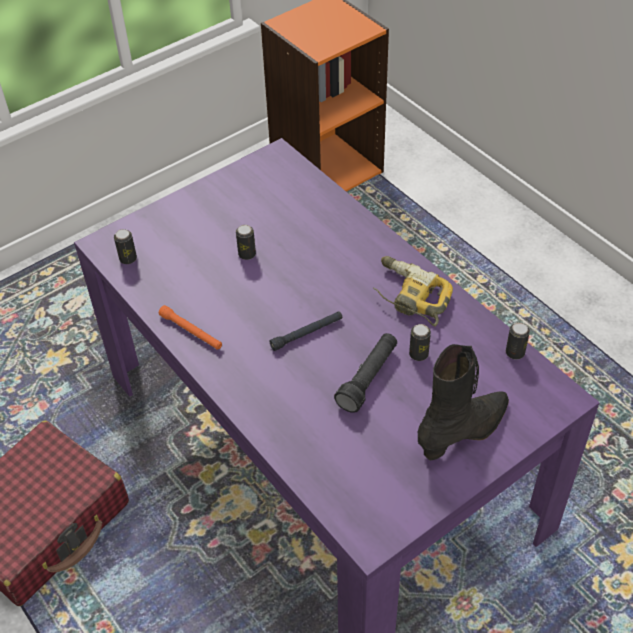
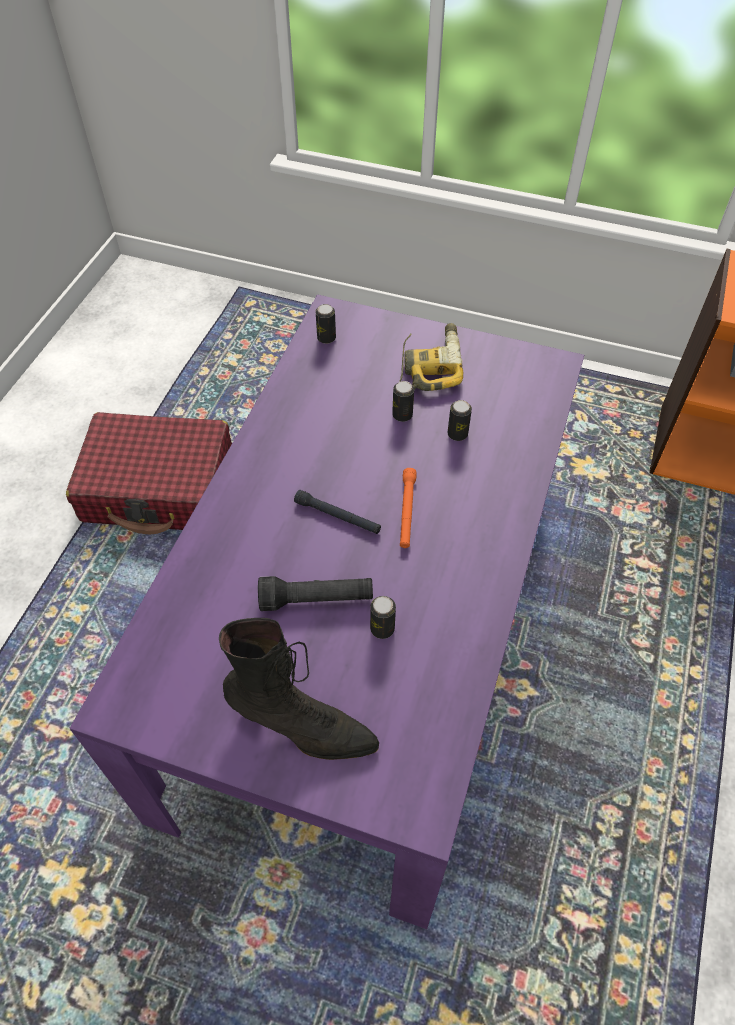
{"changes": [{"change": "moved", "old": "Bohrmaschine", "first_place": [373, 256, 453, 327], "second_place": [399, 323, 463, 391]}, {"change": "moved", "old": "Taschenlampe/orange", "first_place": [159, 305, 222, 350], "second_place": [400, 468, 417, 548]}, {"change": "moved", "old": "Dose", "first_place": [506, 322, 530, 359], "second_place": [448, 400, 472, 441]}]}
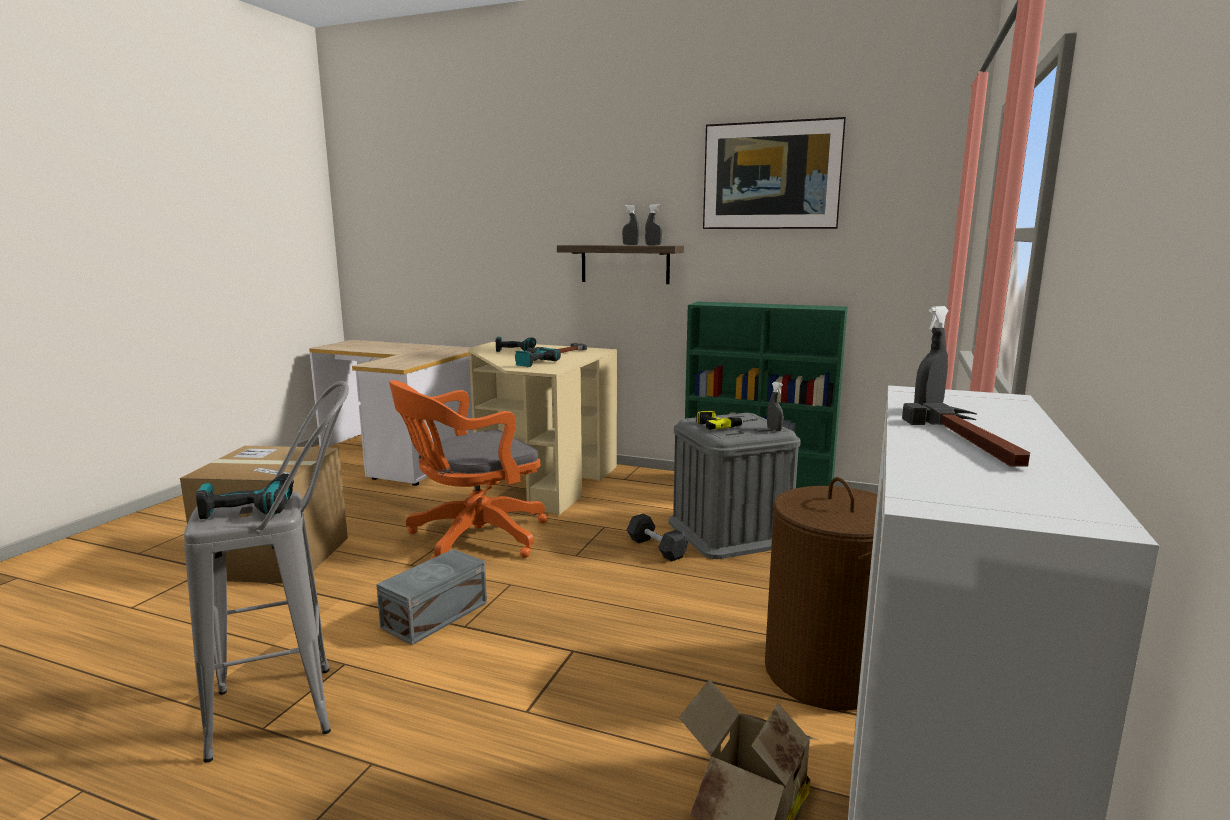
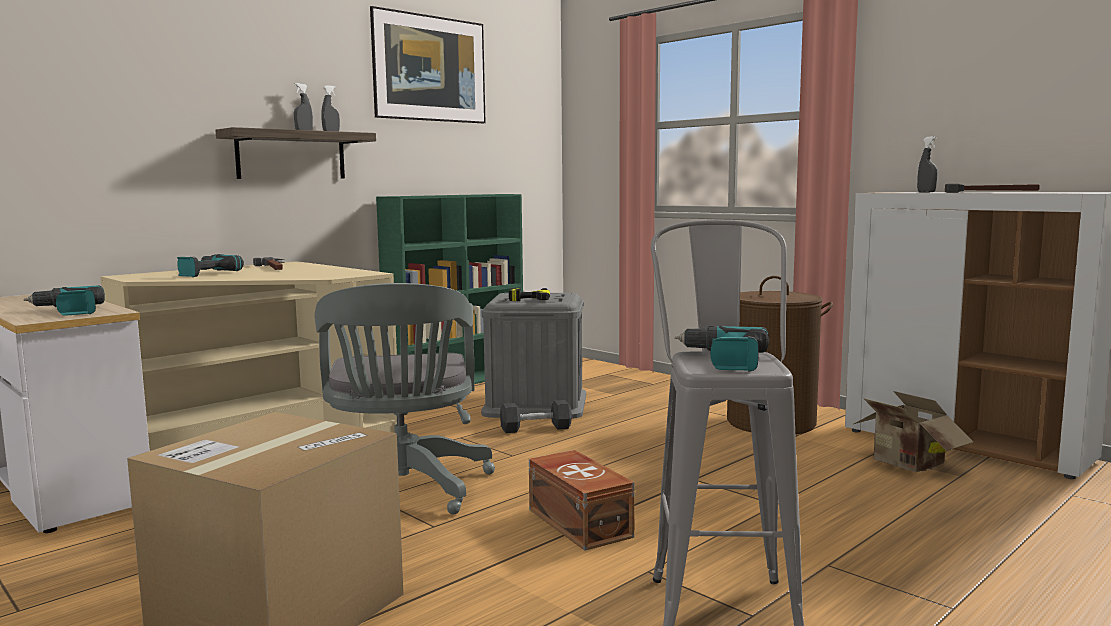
{"changes": [{"change": "moved", "old": "Bohrmaschine", "first_place": [515, 347, 561, 367], "second_place": [24, 285, 105, 316]}, {"change": "recoloured", "old": "Bürostuhl/orange", "new": "Bürostuhl/grau", "first_place": [389, 380, 547, 559], "second_place": [315, 283, 495, 515]}, {"change": "recoloured", "old": "Aufbewahrungsbox/grau", "new": "Aufbewahrungsbox/braun", "first_place": [376, 549, 487, 645], "second_place": [529, 450, 635, 551]}, {"change": "removed", "old": "Sprühflasche/grau", "first_place": [767, 382, 783, 431]}]}
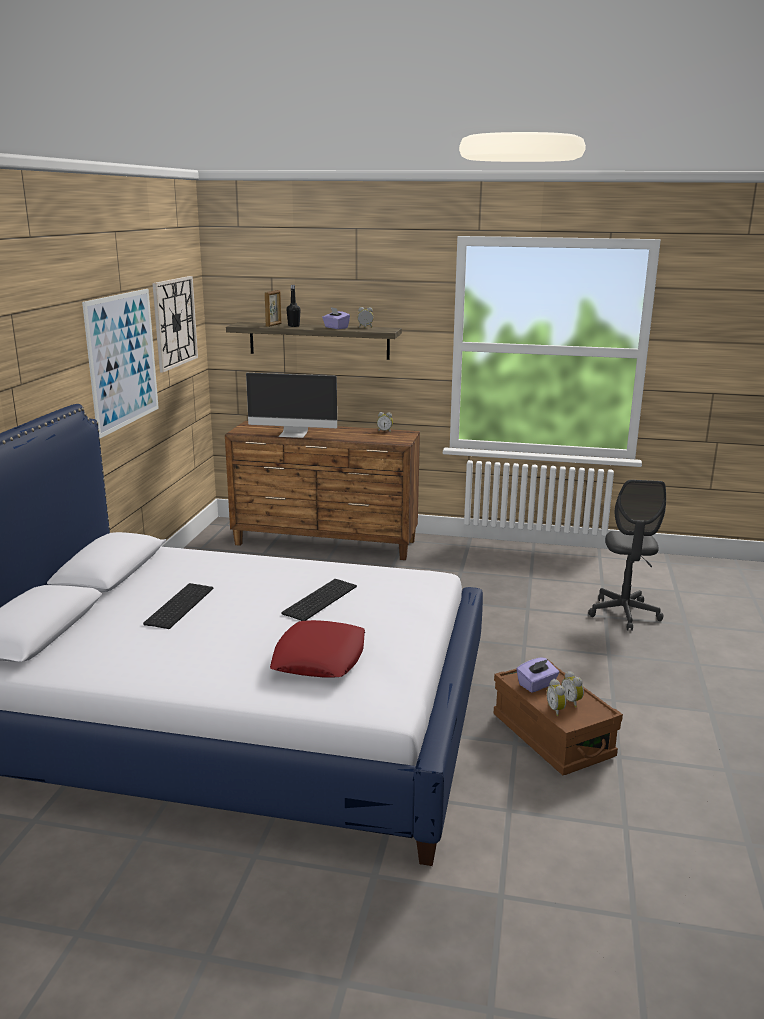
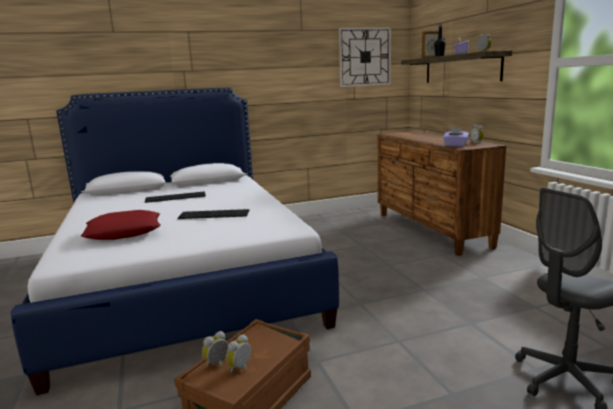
{"changes": [{"change": "moved", "old": "Taschentuchbox/lila", "first_place": [516, 658, 559, 693], "second_place": [443, 128, 469, 147]}, {"change": "removed", "old": "Bild", "first_place": [82, 289, 159, 438]}, {"change": "removed", "old": "Monitor", "first_place": [246, 373, 337, 438]}]}
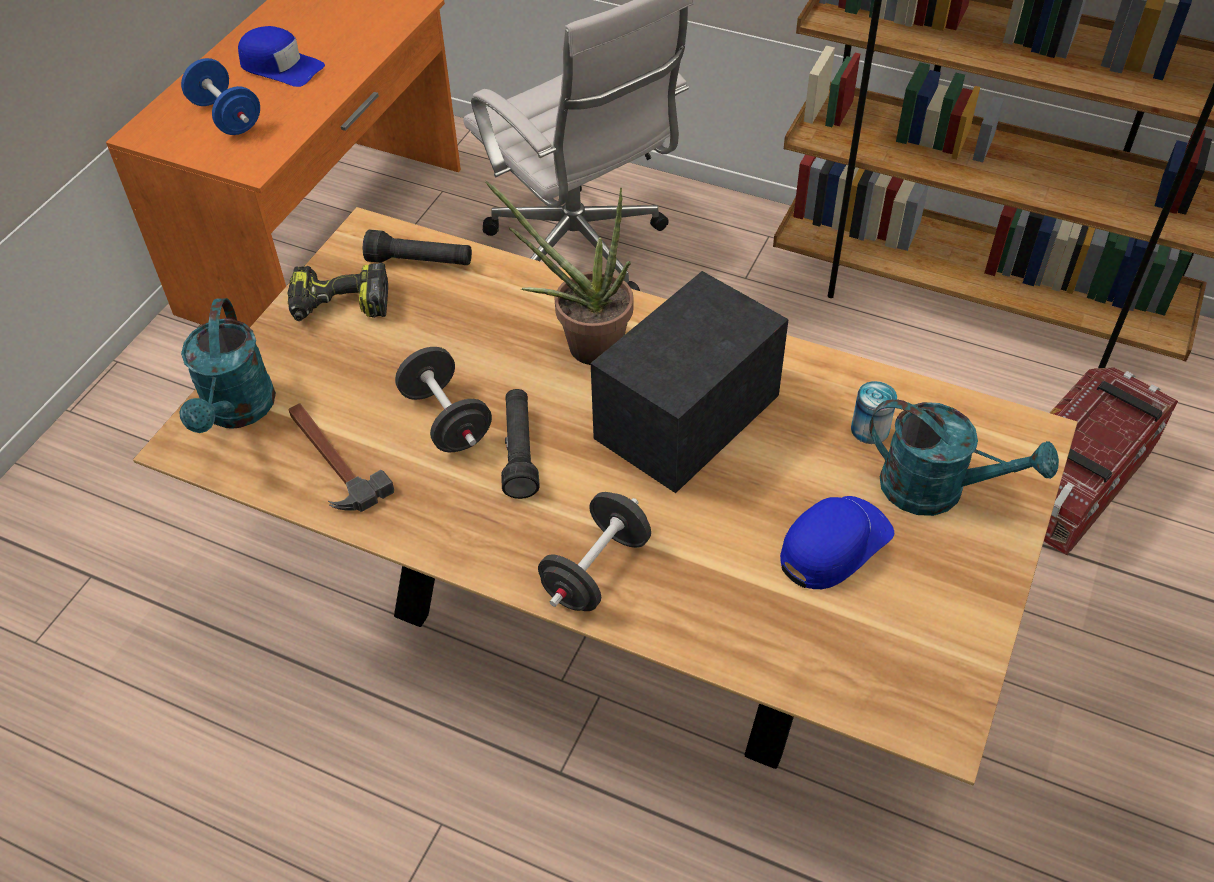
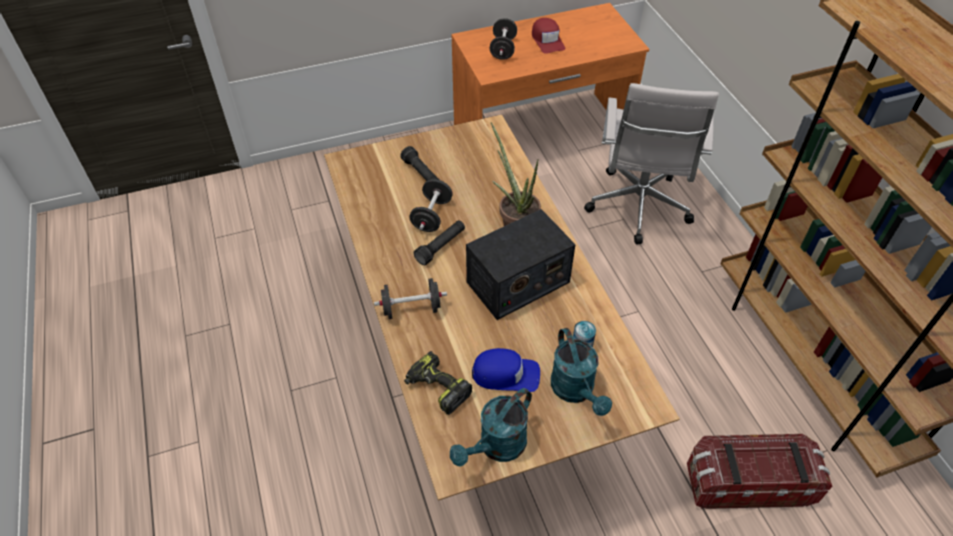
{"changes": [{"change": "moved", "old": "Taschenlampe/schwarz", "first_place": [363, 230, 472, 265], "second_place": [400, 146, 439, 181]}, {"change": "moved", "old": "Bohrmaschine", "first_place": [288, 263, 388, 321], "second_place": [404, 351, 472, 415]}, {"change": "moved", "old": "Gießkanne/türkis", "first_place": [180, 298, 276, 433], "second_place": [450, 388, 532, 467]}, {"change": "turned", "old": "Radio", "first_place": [591, 271, 789, 493], "second_place": [466, 209, 576, 320], "degrees": 150}, {"change": "recoloured", "old": "Hantel/blau", "new": "Hantel/schwarz", "first_place": [181, 58, 260, 135], "second_place": [490, 18, 517, 60]}, {"change": "recoloured", "old": "Kappe/blau", "new": "Kappe/rot", "first_place": [238, 26, 325, 87], "second_place": [532, 18, 565, 54]}, {"change": "removed", "old": "Hammer", "first_place": [288, 403, 394, 512]}]}
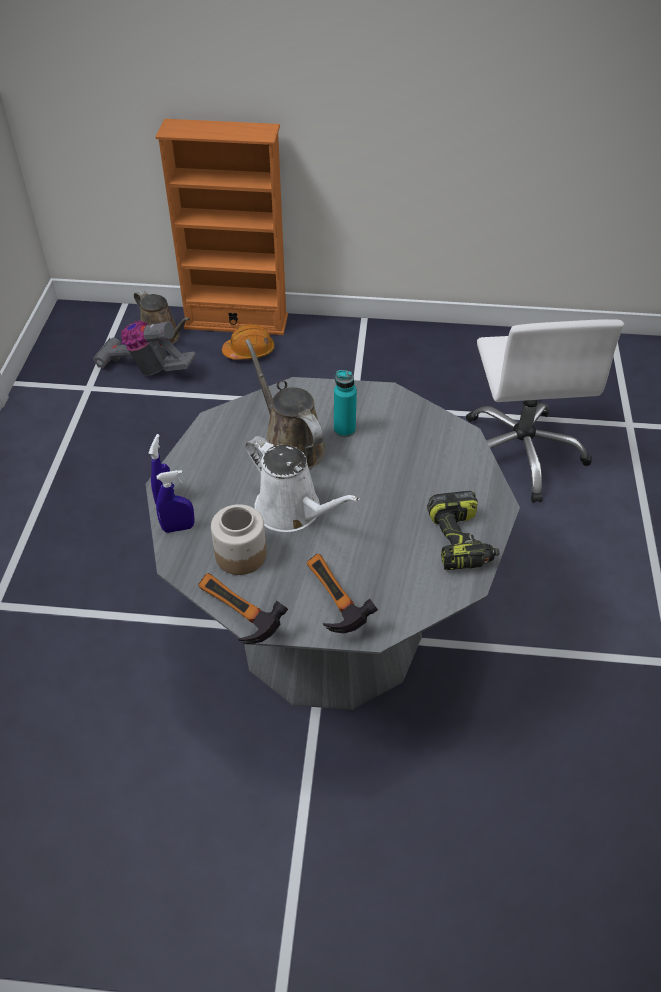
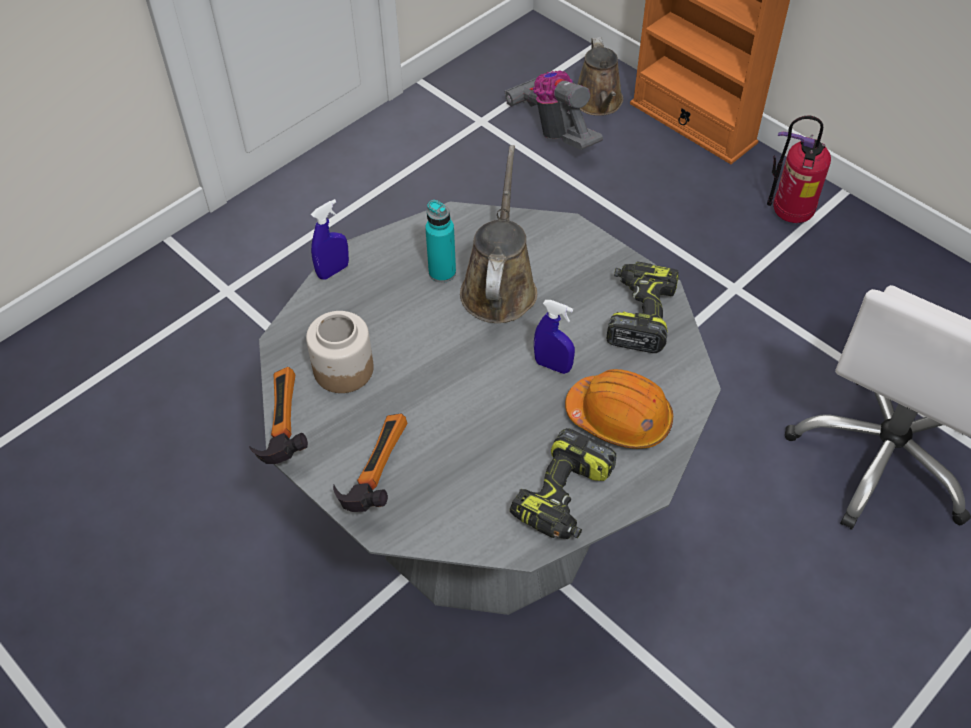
{"changes": [{"change": "moved", "old": "Flasche/türkis", "first_place": [334, 370, 357, 437], "second_place": [425, 200, 456, 283]}, {"change": "moved", "old": "Sprühflasche/blau", "first_place": [156, 470, 195, 533], "second_place": [534, 300, 575, 374]}, {"change": "moved", "old": "Schutzhelm/orange", "first_place": [222, 324, 275, 360], "second_place": [565, 369, 673, 449]}, {"change": "added", "new": "Bohrmaschine", "second_place": [606, 261, 679, 353]}, {"change": "added", "new": "Feuerlöscher", "second_place": [767, 115, 831, 223]}, {"change": "removed", "old": "Gießkanne/weiß", "first_place": [246, 436, 360, 532]}]}
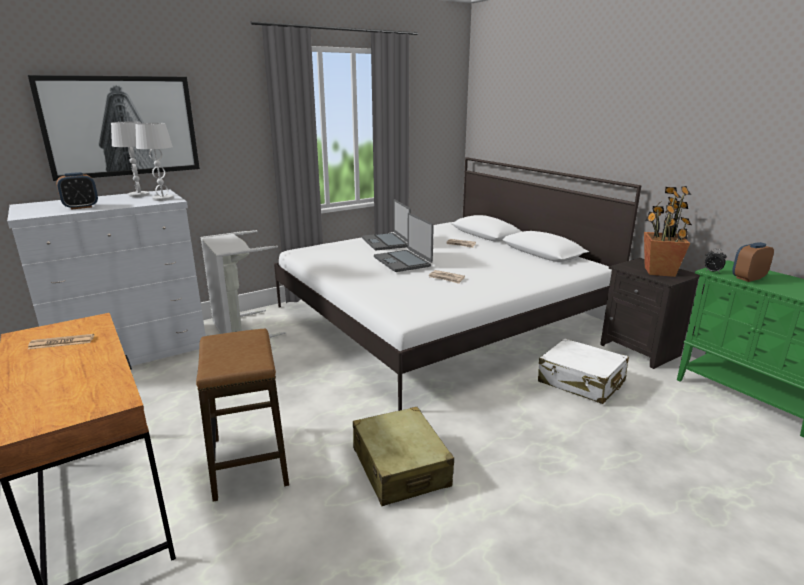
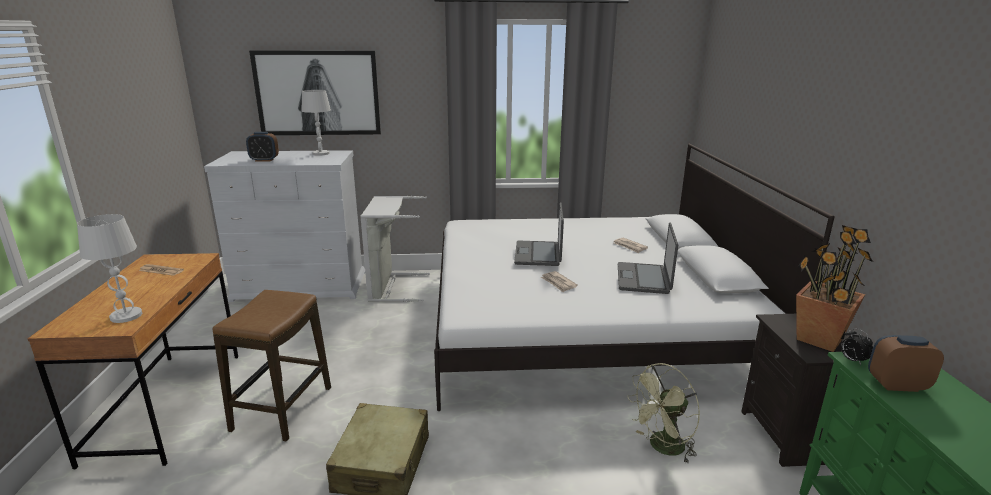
{"changes": [{"change": "moved", "old": "Tischlampe/weiß", "first_place": [136, 123, 174, 201], "second_place": [77, 214, 142, 323]}, {"change": "moved", "old": "Laptop", "first_place": [362, 199, 411, 250], "second_place": [618, 222, 678, 294]}, {"change": "replaced", "old": "Koffer/weiß", "new": "Ventilator/grün", "first_place": [538, 338, 629, 404], "second_place": [627, 363, 700, 464]}]}
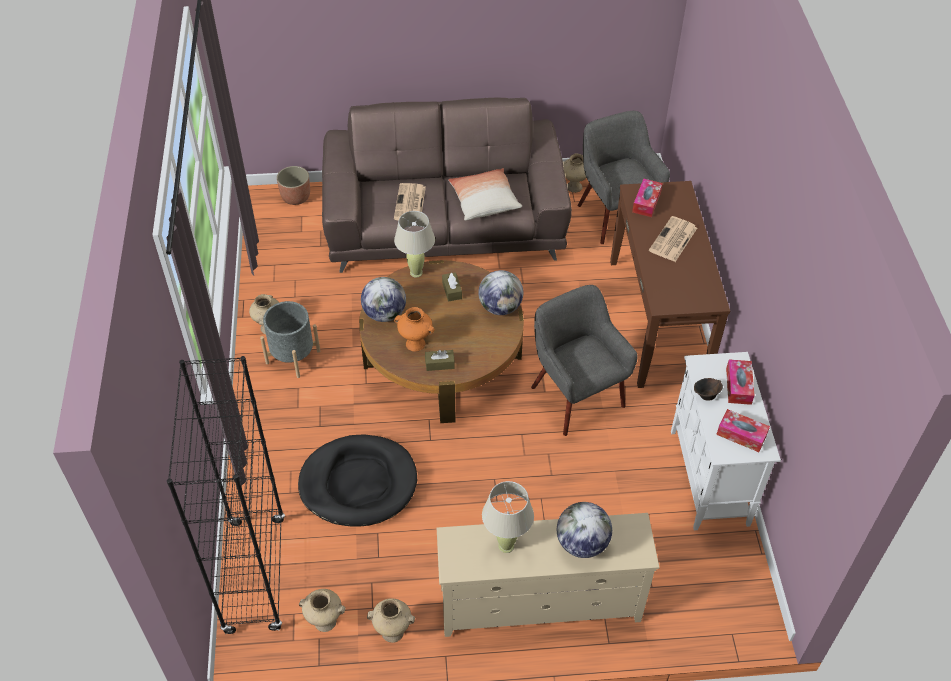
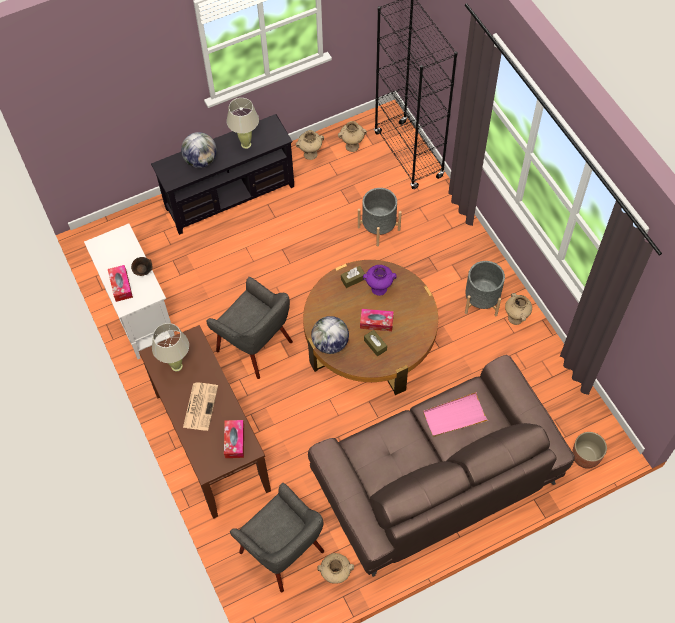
{"changes": [{"change": "recoloured", "old": "Fernsehschrank/beige", "new": "Fernsehschrank/schwarz", "first_place": [437, 513, 660, 637], "second_place": [151, 114, 294, 235]}, {"change": "moved", "old": "Tischlampe/beige", "first_place": [394, 211, 435, 278], "second_place": [152, 323, 189, 371]}, {"change": "replaced", "old": "Hundebett/schwarz", "new": "Pflanzkübel/grau", "first_place": [298, 434, 417, 526], "second_place": [358, 188, 402, 247]}, {"change": "moved", "old": "Taschentuchbox", "first_place": [716, 409, 770, 452], "second_place": [360, 309, 394, 331]}, {"change": "recoloured", "old": "Vase/orange", "new": "Vase/lila", "first_place": [394, 307, 435, 352], "second_place": [363, 265, 397, 296]}, {"change": "replaced", "old": "Zeitung", "new": "Tablett/rosa", "first_place": [394, 183, 426, 220], "second_place": [423, 392, 489, 437]}, {"change": "removed", "old": "Globus", "first_place": [361, 277, 406, 322]}, {"change": "removed", "old": "Kissen", "first_place": [448, 168, 522, 221]}]}
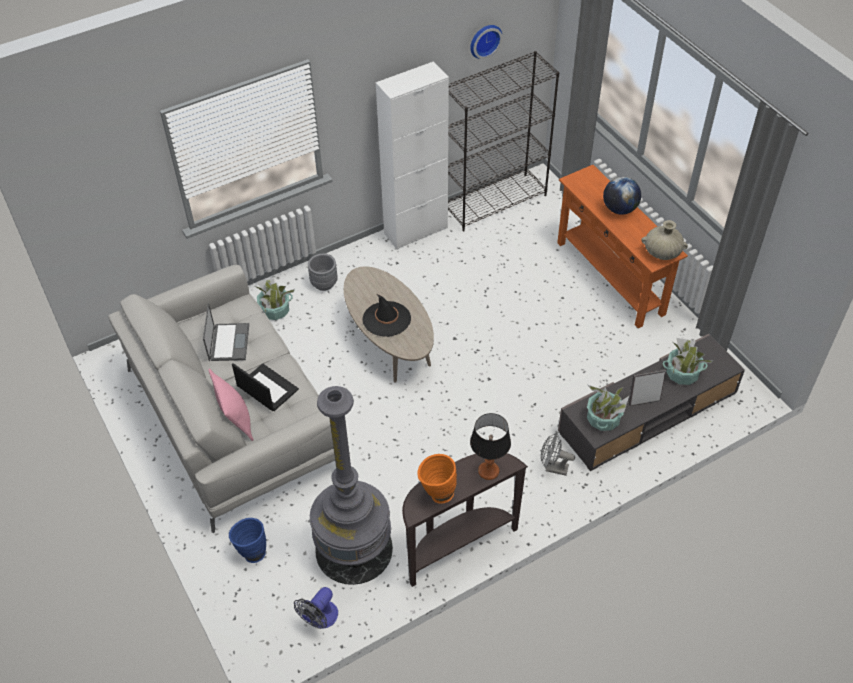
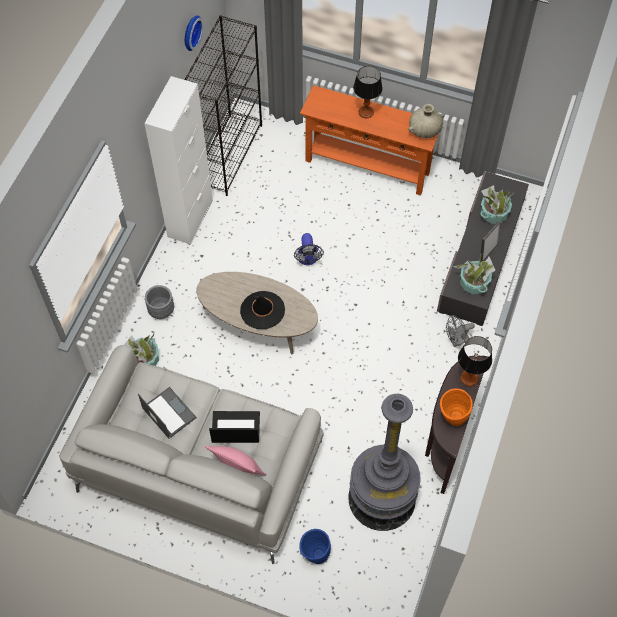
{"changes": [{"change": "moved", "old": "Ventilator", "first_place": [294, 587, 338, 629], "second_place": [294, 233, 324, 265]}, {"change": "replaced", "old": "Globus", "new": "Tischlampe", "first_place": [603, 177, 641, 215], "second_place": [353, 66, 383, 118]}]}
